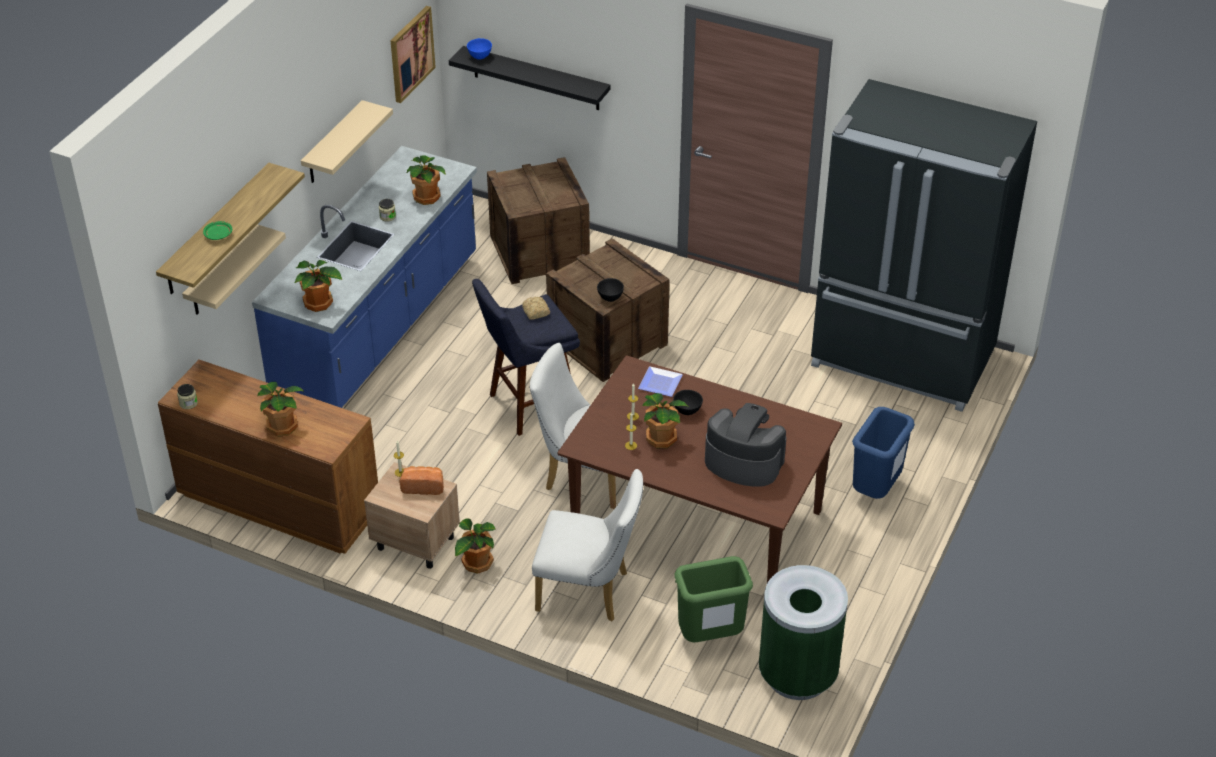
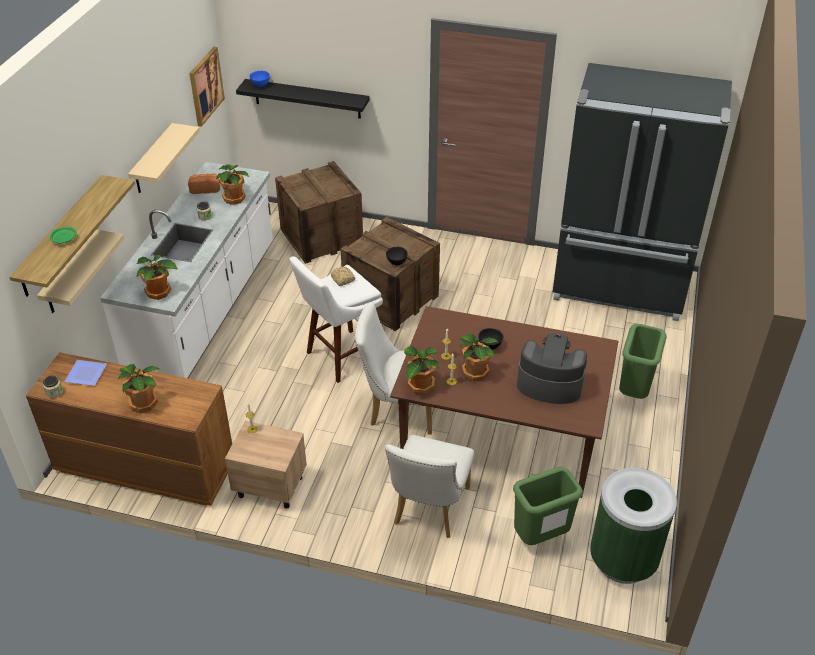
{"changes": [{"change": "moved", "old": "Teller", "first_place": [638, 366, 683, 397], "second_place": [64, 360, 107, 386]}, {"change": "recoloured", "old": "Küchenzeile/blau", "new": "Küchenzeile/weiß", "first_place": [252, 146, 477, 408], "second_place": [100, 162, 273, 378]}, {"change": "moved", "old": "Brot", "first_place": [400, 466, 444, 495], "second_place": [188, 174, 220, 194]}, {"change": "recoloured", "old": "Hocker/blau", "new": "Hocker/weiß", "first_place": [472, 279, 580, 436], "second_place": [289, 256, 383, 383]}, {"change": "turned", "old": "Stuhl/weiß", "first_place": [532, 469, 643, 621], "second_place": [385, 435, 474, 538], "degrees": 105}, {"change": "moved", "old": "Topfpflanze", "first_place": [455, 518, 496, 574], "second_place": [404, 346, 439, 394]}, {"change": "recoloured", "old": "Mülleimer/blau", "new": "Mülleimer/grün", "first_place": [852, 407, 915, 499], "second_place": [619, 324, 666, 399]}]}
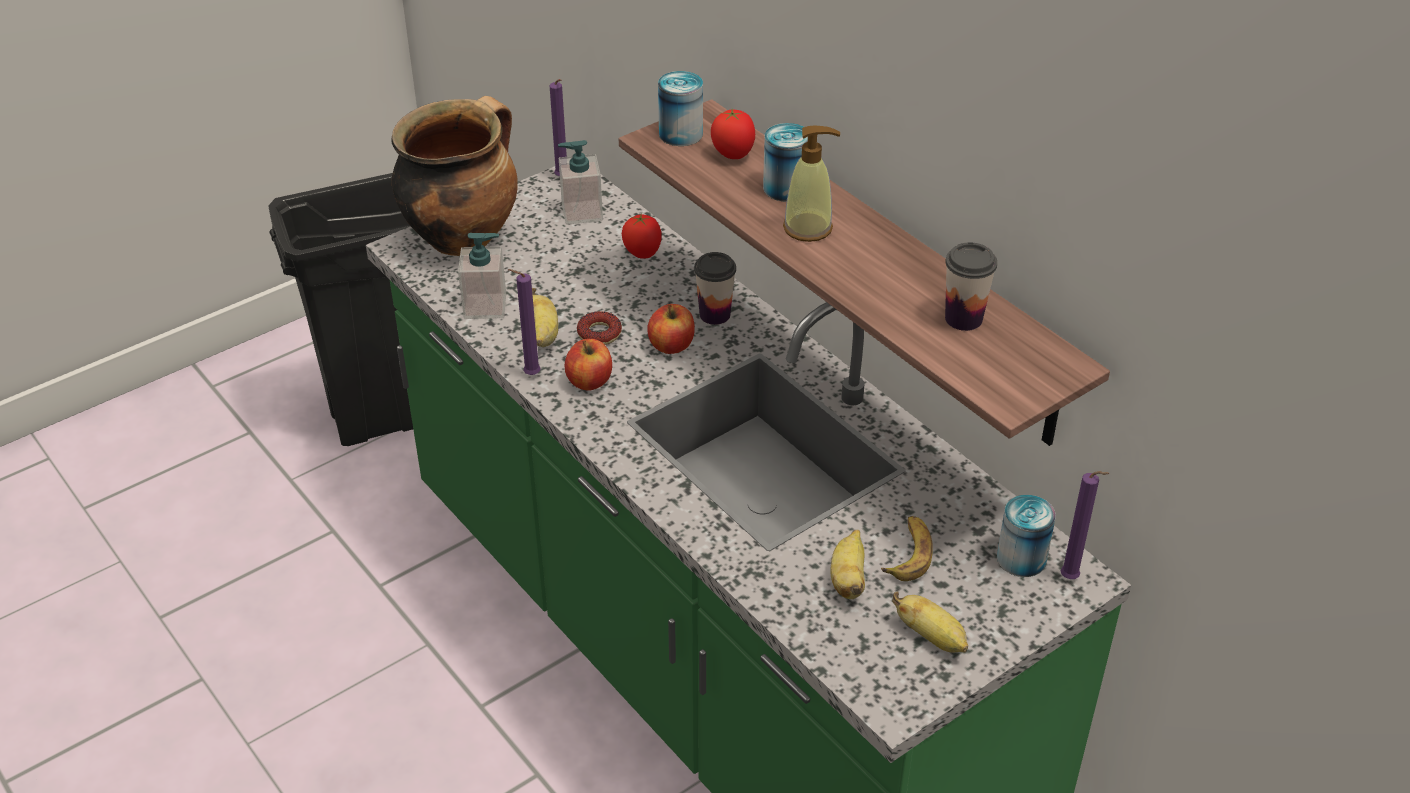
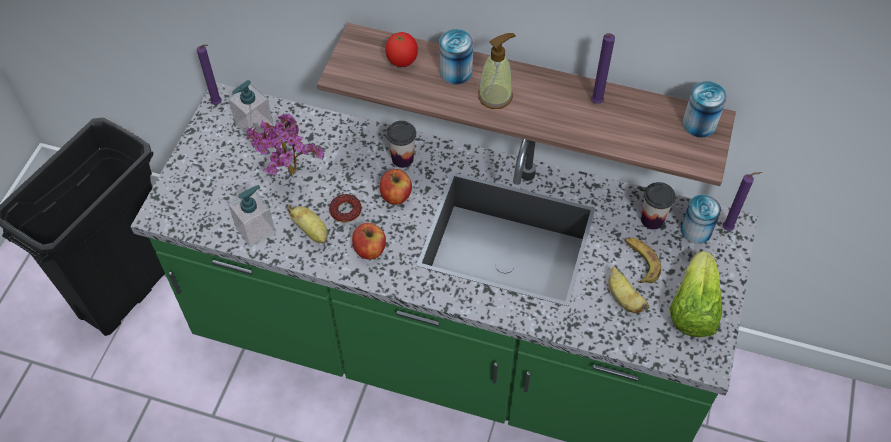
{"changes": [{"change": "added", "new": "Topfpflanze", "second_place": [246, 113, 323, 175]}, {"change": "moved", "old": "Kerze/lila", "first_place": [508, 269, 540, 375], "second_place": [591, 33, 615, 104]}, {"change": "moved", "old": "Tasse", "first_place": [945, 242, 997, 331], "second_place": [641, 182, 676, 230]}, {"change": "replaced", "old": "Banane", "new": "Salatkopf", "first_place": [892, 591, 968, 653], "second_place": [669, 251, 722, 337]}, {"change": "moved", "old": "Dose", "first_place": [658, 71, 703, 146], "second_place": [682, 81, 727, 138]}, {"change": "removed", "old": "Kochtopf", "first_place": [391, 96, 518, 256]}, {"change": "removed", "old": "Tomate", "first_place": [622, 214, 662, 259]}]}
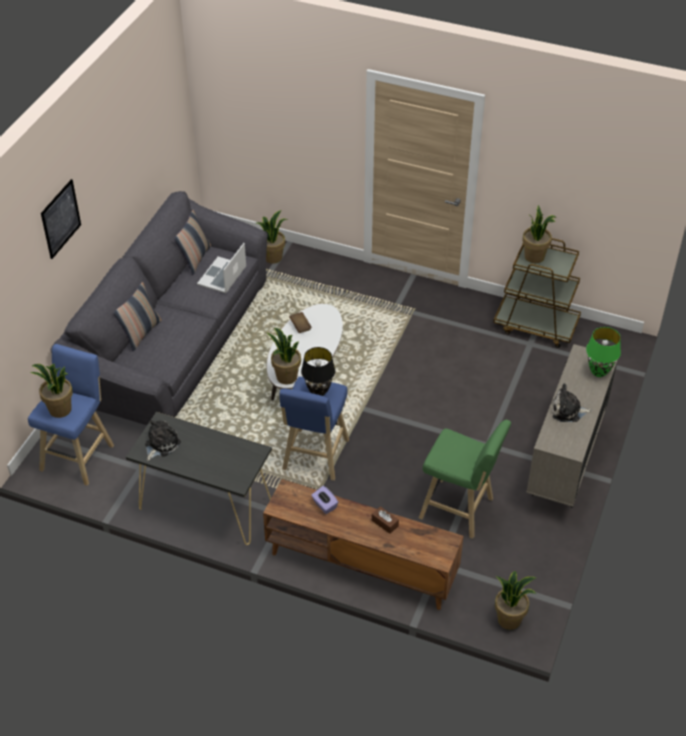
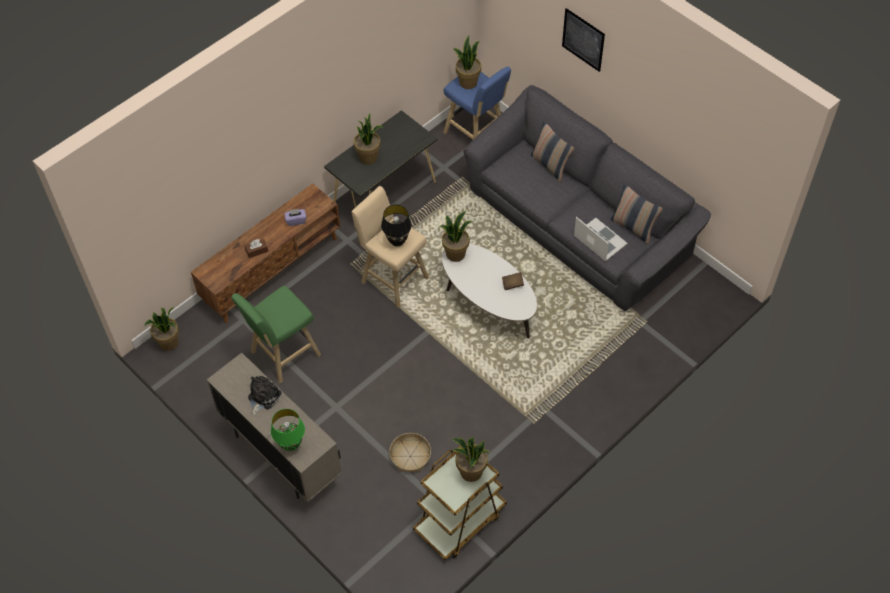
{"changes": [{"change": "recoloured", "old": "Hocker/blau", "new": "Hocker/beige", "first_place": [279, 377, 349, 481], "second_place": [351, 186, 429, 308]}, {"change": "moved", "old": "Topfpflanze", "first_place": [256, 210, 288, 264], "second_place": [354, 113, 383, 165]}, {"change": "added", "new": "Korb", "second_place": [389, 433, 431, 472]}, {"change": "removed", "old": "Plüschtier", "first_place": [145, 420, 181, 461]}]}
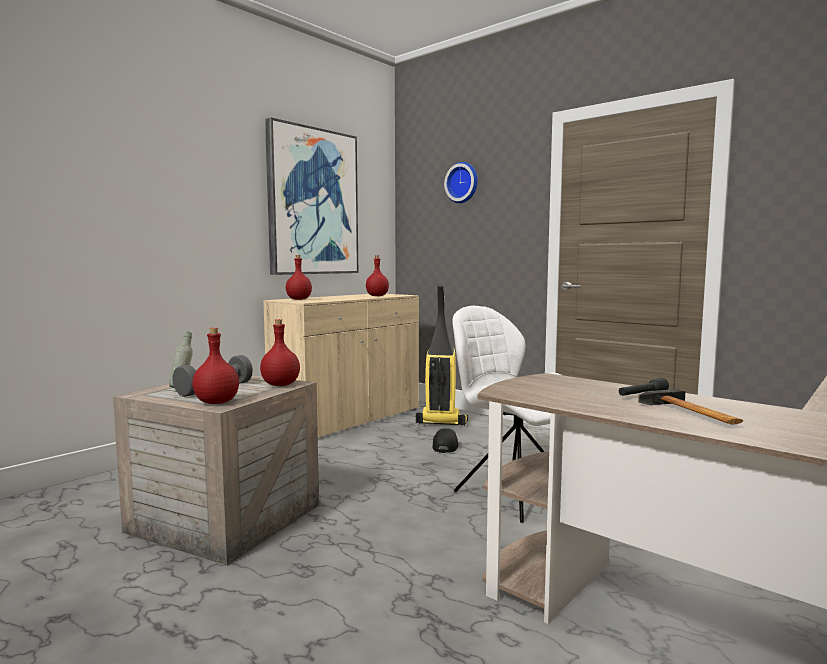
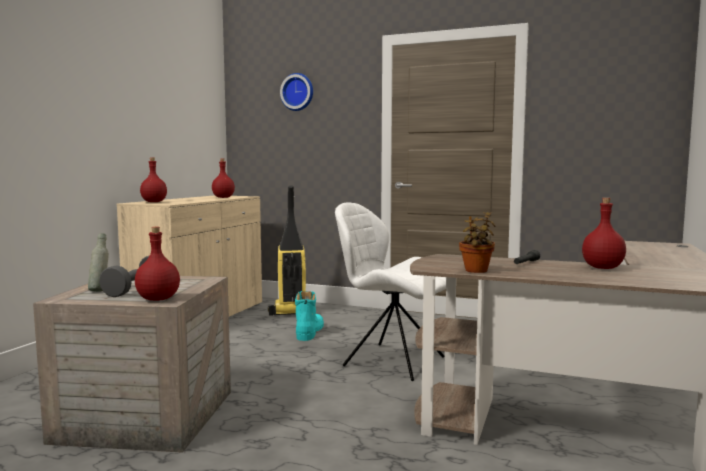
{"changes": [{"change": "replaced", "old": "Kappe/schwarz", "new": "Stiefel/türkis", "first_place": [432, 428, 459, 453], "second_place": [295, 291, 324, 341]}, {"change": "added", "new": "Topfpflanze", "second_place": [459, 212, 495, 273]}, {"change": "moved", "old": "Flasche/rot", "first_place": [260, 319, 300, 386], "second_place": [582, 198, 626, 269]}, {"change": "removed", "old": "Bild", "first_place": [265, 117, 358, 275]}, {"change": "removed", "old": "Hammer", "first_place": [638, 389, 743, 424]}]}
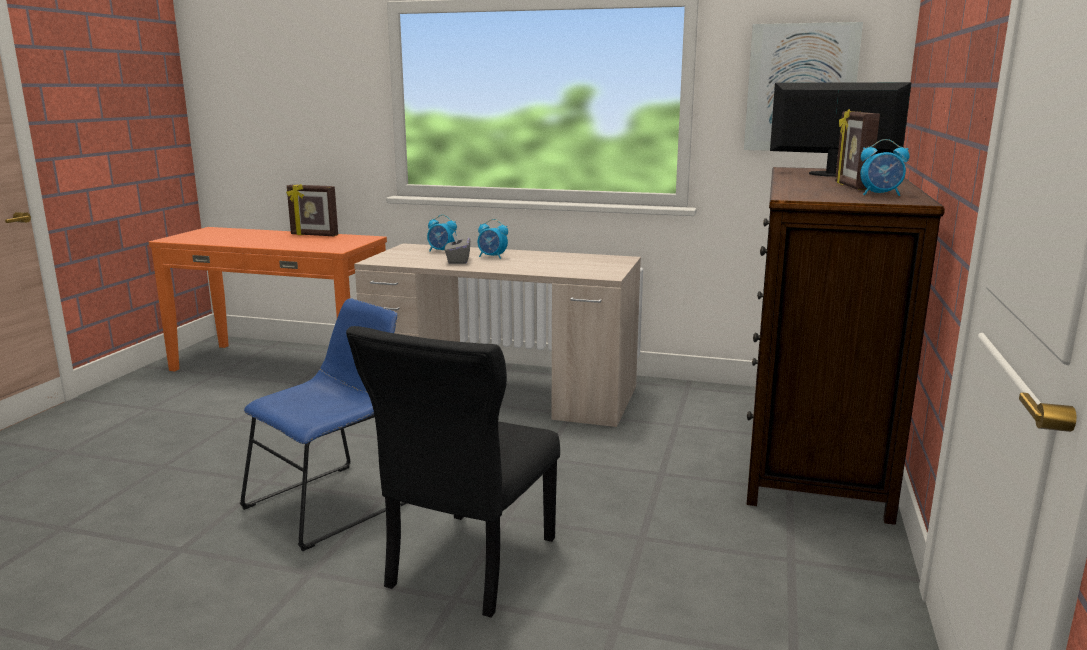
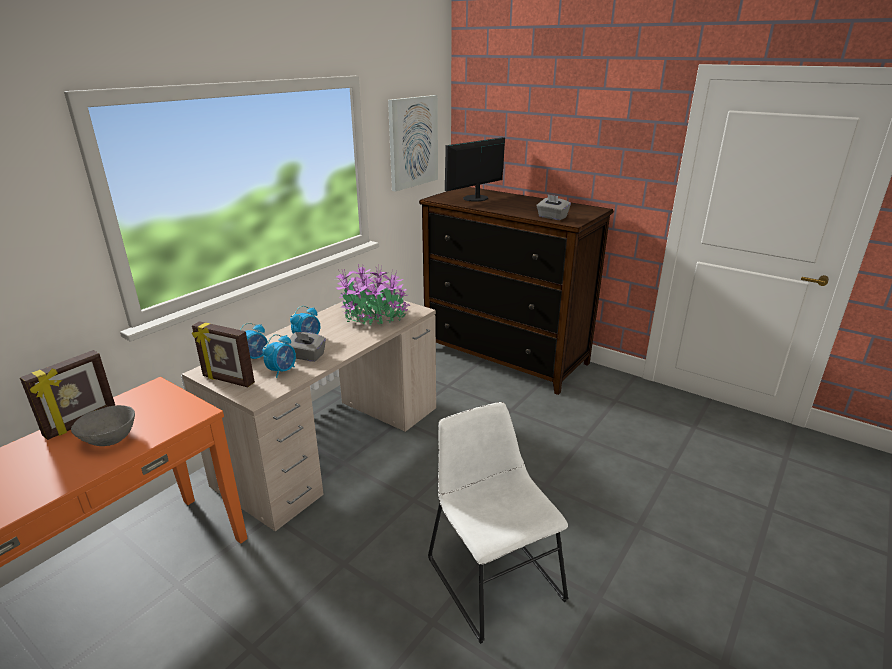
{"changes": [{"change": "added", "new": "Schüssel/grau", "second_place": [71, 405, 135, 446]}, {"change": "moved", "old": "Bilderrahmen", "first_place": [835, 109, 880, 190], "second_place": [192, 321, 255, 387]}, {"change": "moved", "old": "Wecker", "first_place": [860, 139, 910, 196], "second_place": [263, 334, 296, 378]}, {"change": "added", "new": "Topfpflanze", "second_place": [334, 264, 410, 326]}, {"change": "recoloured", "old": "Stuhl/blau", "new": "Stuhl/weiß", "first_place": [239, 298, 407, 551], "second_place": [428, 402, 568, 644]}, {"change": "added", "new": "Taschentuchbox/grau", "second_place": [537, 194, 571, 220]}, {"change": "removed", "old": "Stuhl/schwarz", "first_place": [346, 326, 560, 618]}]}
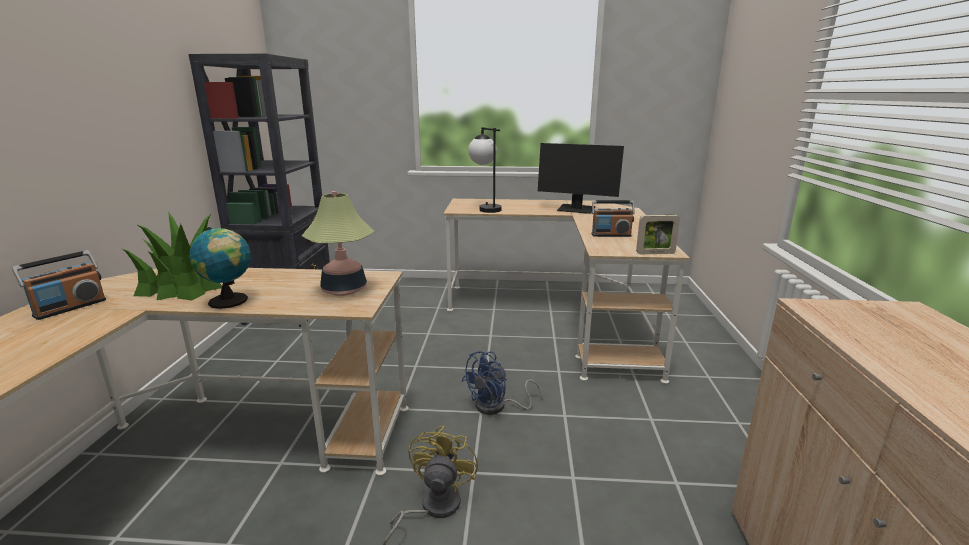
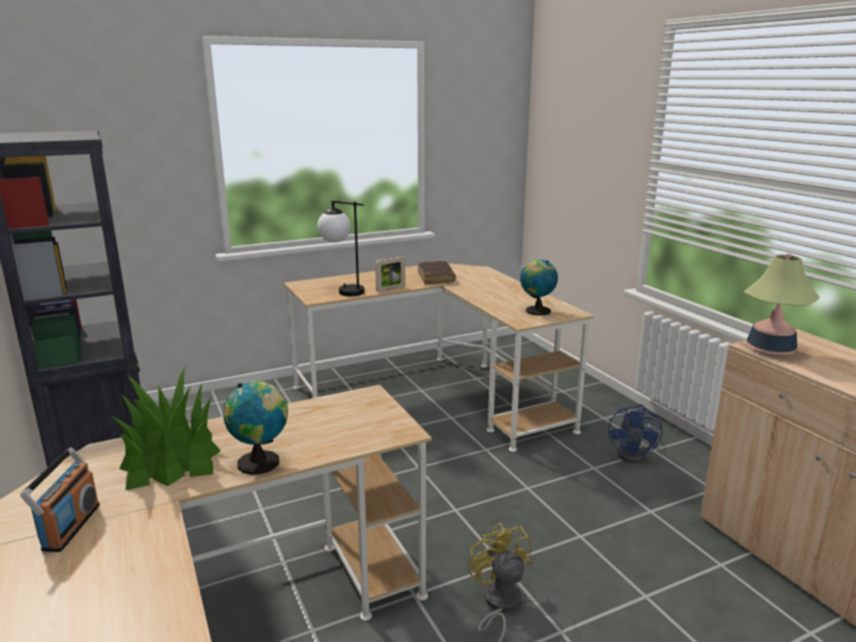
{"changes": [{"change": "moved", "old": "Bilderrahmen", "first_place": [636, 215, 680, 254], "second_place": [375, 256, 406, 293]}, {"change": "replaced", "old": "Monitor", "new": "Buch/braun", "first_place": [538, 143, 624, 214], "second_place": [418, 261, 456, 284]}, {"change": "added", "new": "Globus", "second_place": [520, 259, 558, 316]}, {"change": "moved", "old": "Ventilator/blau", "first_place": [462, 351, 542, 415], "second_place": [608, 404, 662, 463]}, {"change": "moved", "old": "Tischlampe", "first_place": [302, 191, 374, 296], "second_place": [743, 253, 820, 356]}, {"change": "removed", "old": "Radio", "first_place": [592, 200, 635, 237]}]}
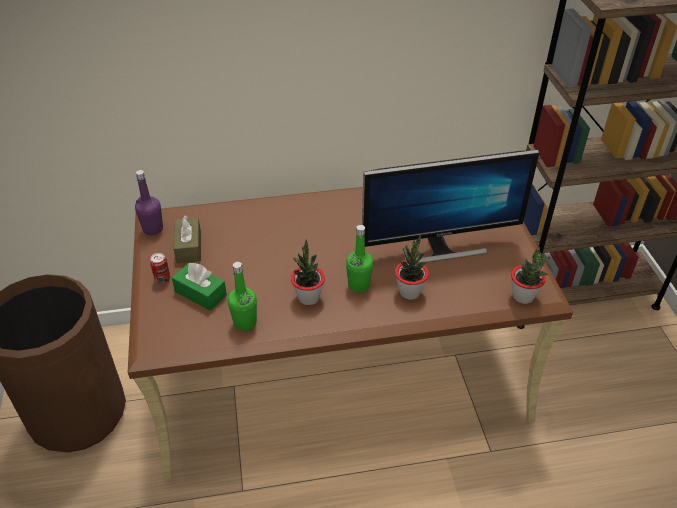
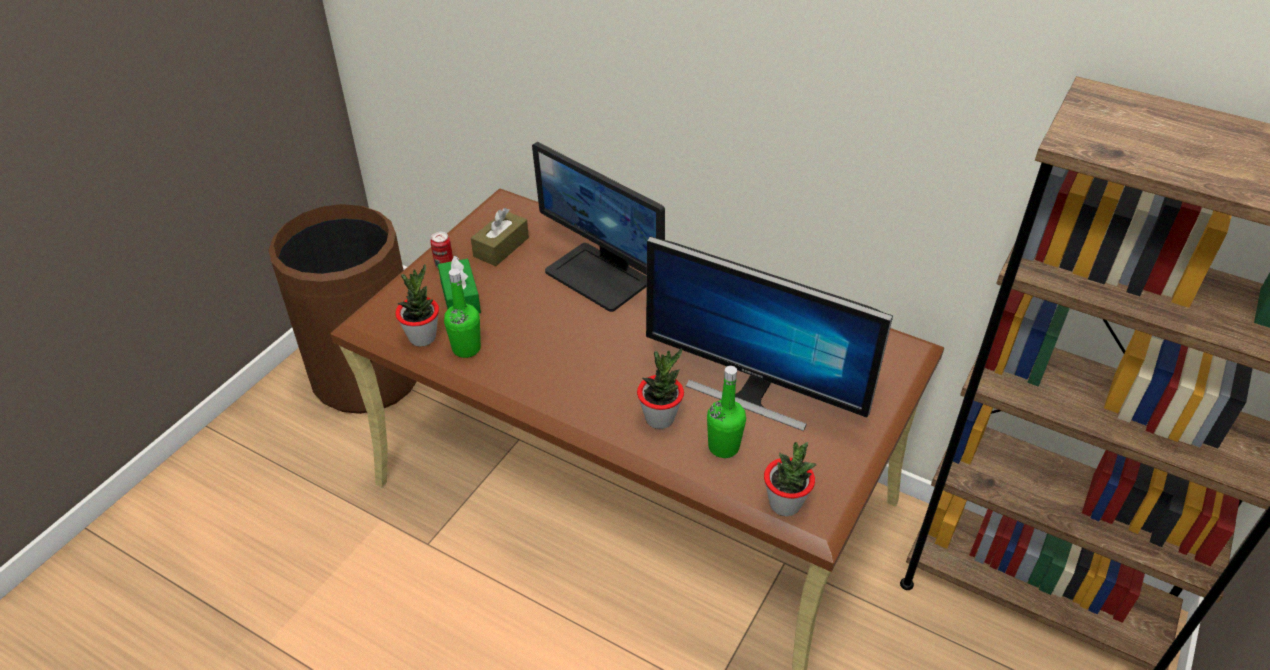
{"changes": [{"change": "moved", "old": "Topfpflanze", "first_place": [291, 239, 325, 305], "second_place": [395, 264, 439, 347]}, {"change": "added", "new": "Monitor", "second_place": [532, 142, 665, 312]}, {"change": "moved", "old": "Flasche/grün", "first_place": [346, 225, 373, 292], "second_place": [707, 366, 746, 458]}, {"change": "removed", "old": "Flasche/lila", "first_place": [135, 170, 163, 235]}]}
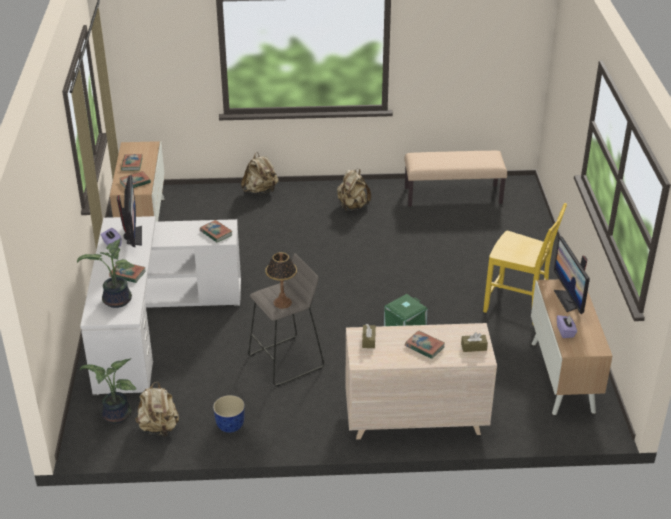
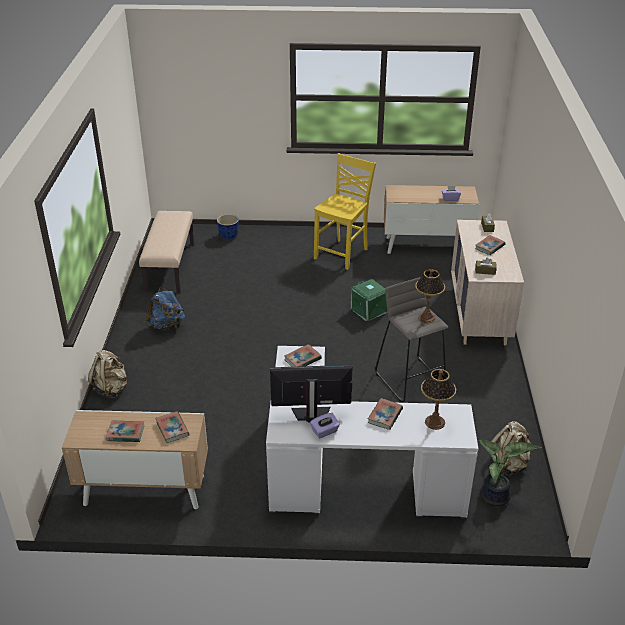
{"changes": [{"change": "recoloured", "old": "Rucksack/beige", "new": "Rucksack/blau", "first_place": [337, 169, 371, 211], "second_place": [146, 286, 185, 331]}, {"change": "moved", "old": "Pflanzkübel", "first_place": [213, 395, 245, 433], "second_place": [217, 214, 239, 239]}, {"change": "replaced", "old": "Topfpflanze", "new": "Tischlampe", "first_place": [77, 239, 135, 308], "second_place": [421, 369, 456, 430]}, {"change": "removed", "old": "Monitor", "first_place": [554, 236, 590, 314]}]}
